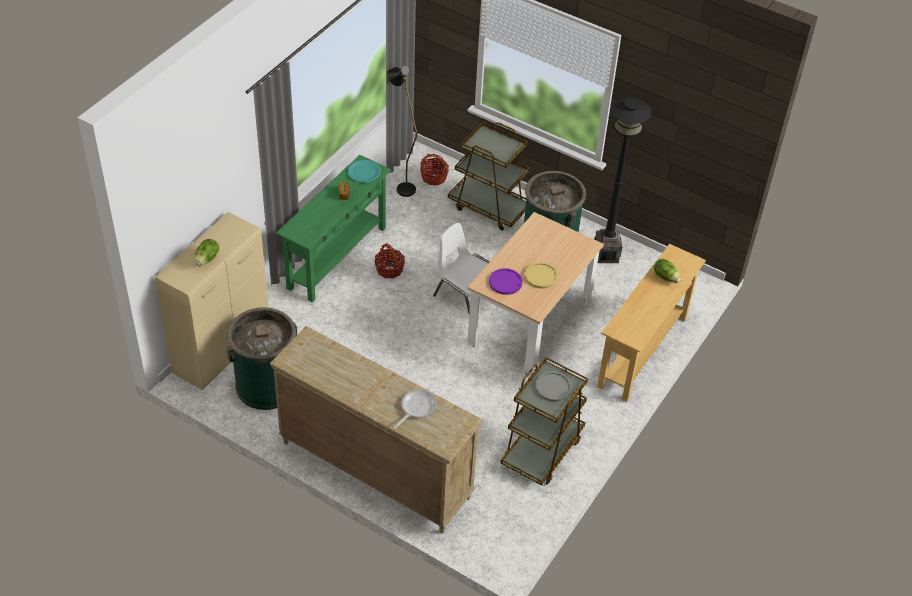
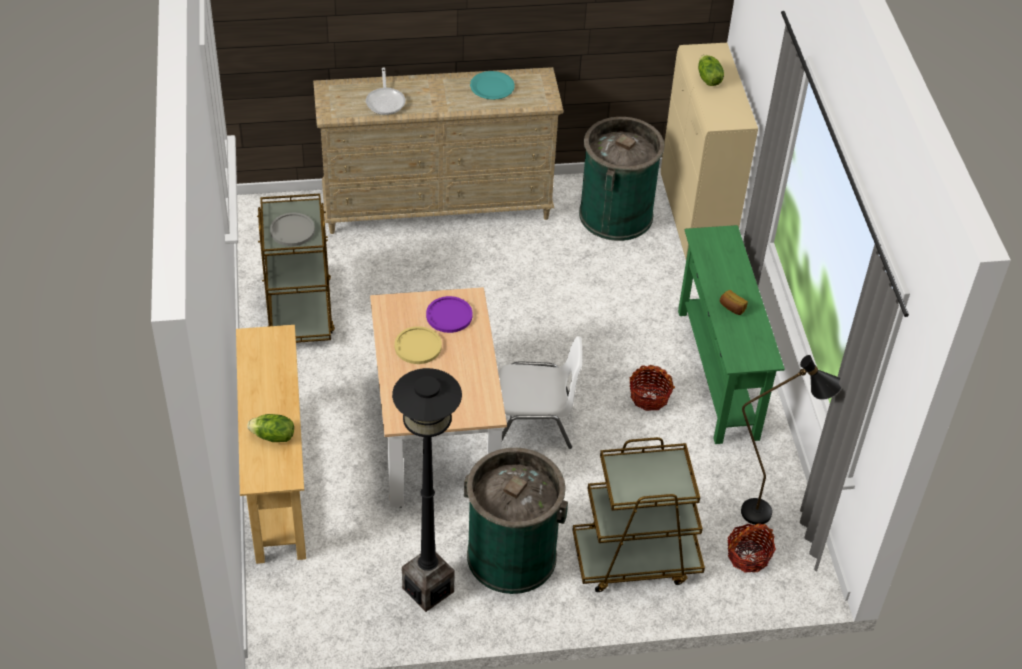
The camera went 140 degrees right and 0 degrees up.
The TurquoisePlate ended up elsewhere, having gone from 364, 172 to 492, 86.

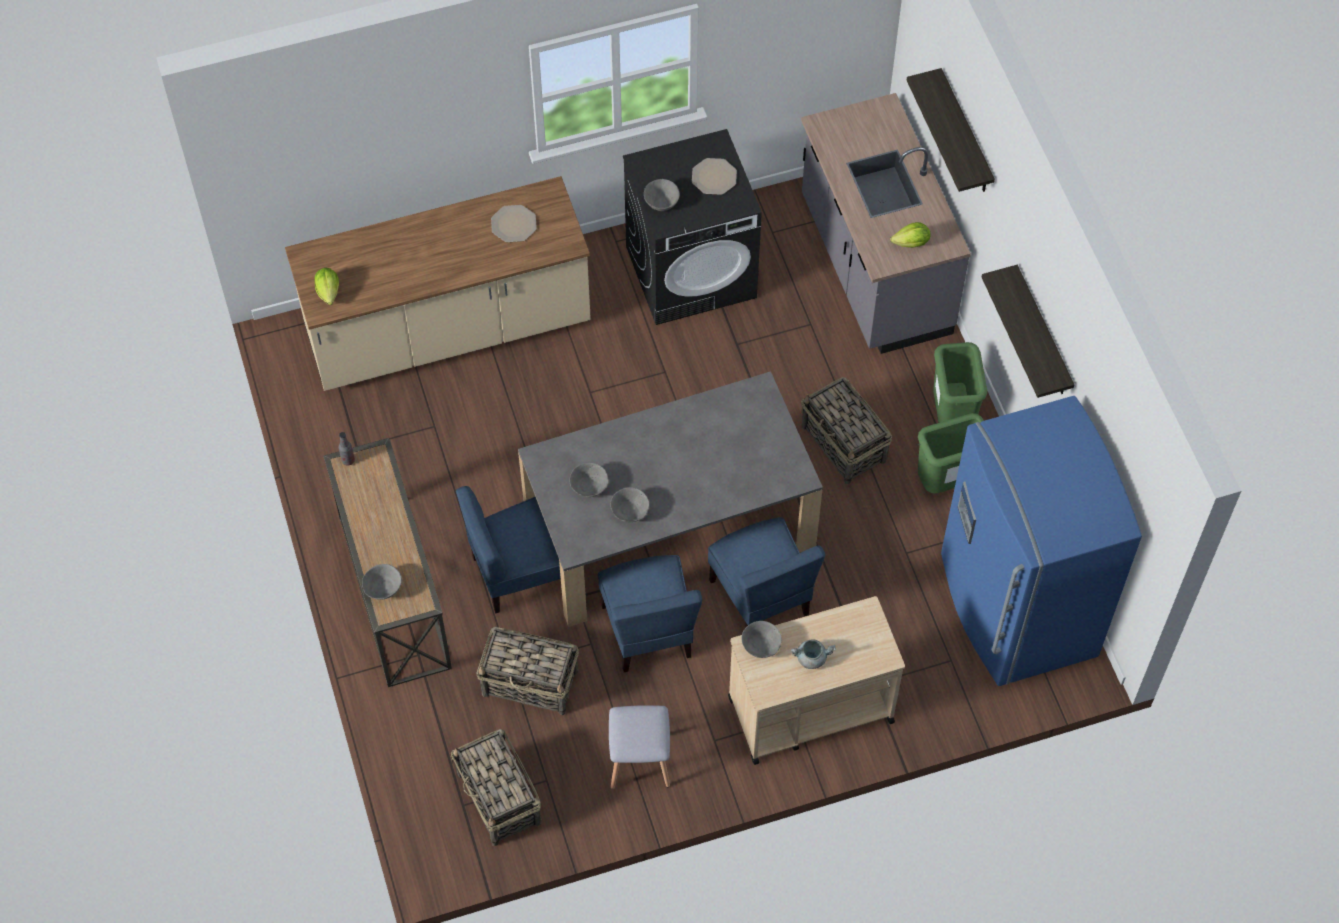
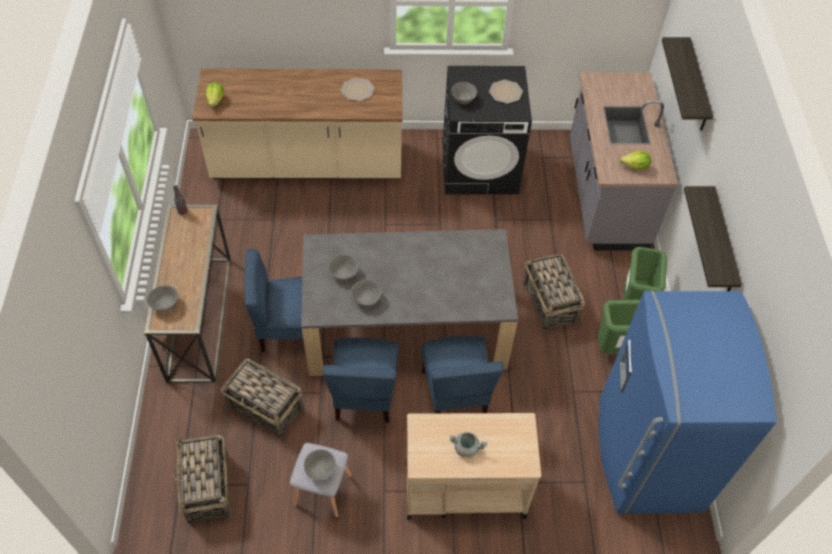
The camera went 15 degrees right and 5 degrees down.
The GreyBowl ended up elsewhere, having gone from 760, 646 to 320, 469.

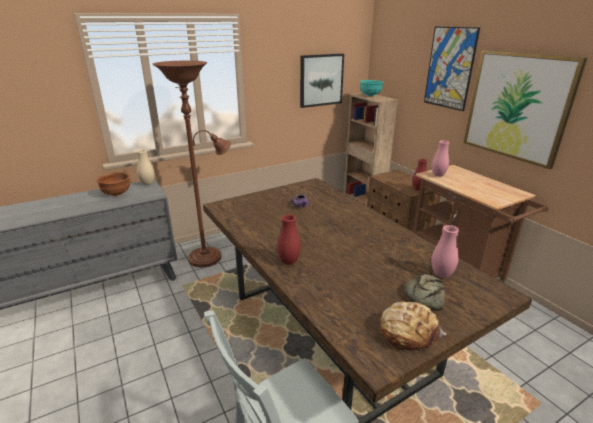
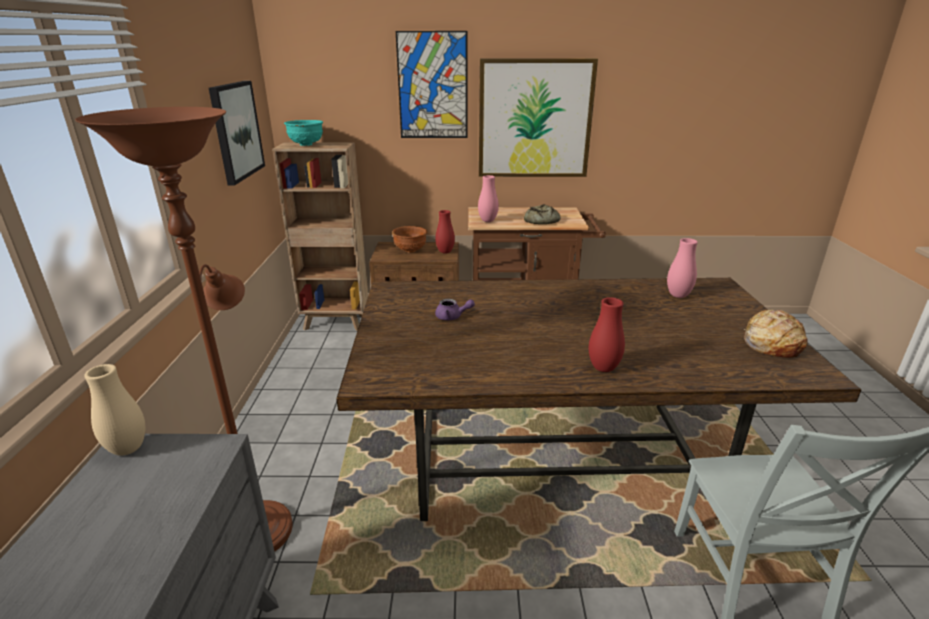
The camera went 60 degrees left and 0 degrees up.
The BrownBowl ended up elsewhere, having gone from 117, 194 to 410, 251.
The Bread ended up elsewhere, having gone from 424, 296 to 540, 221.

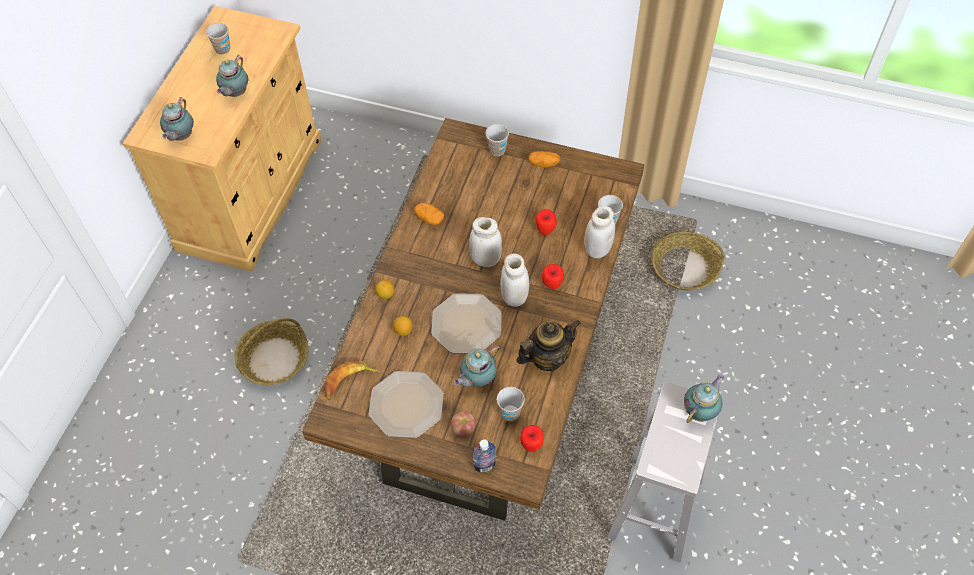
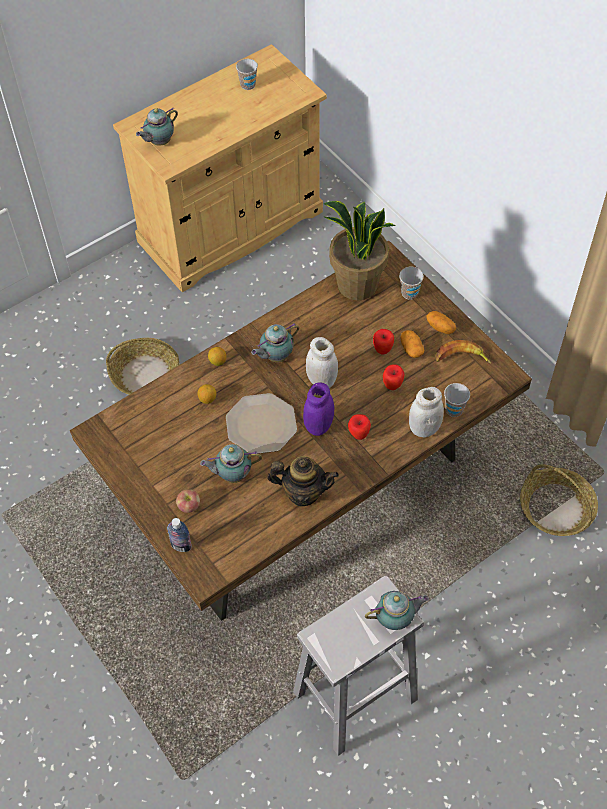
The camera went 35 degrees right and 0 degrees up.
The Teapot ended up elsewhere, having gone from 235, 93 to 275, 356.
What was the WhiteJar at 514, 297 turned into the PurpleJar at 318, 426.
The second view gained the PottedPlant at 357, 285.
The Apple ended up elsewhere, having gone from 531, 445 to 382, 349.
The Potato ended up elsewhere, having gone from 429, 218 to 411, 349.
The Banana ended up elsewhere, having gone from 349, 382 to 461, 358.
The second view lost the Plate at 405, 405.
The second view lost the Cup at 510, 413.

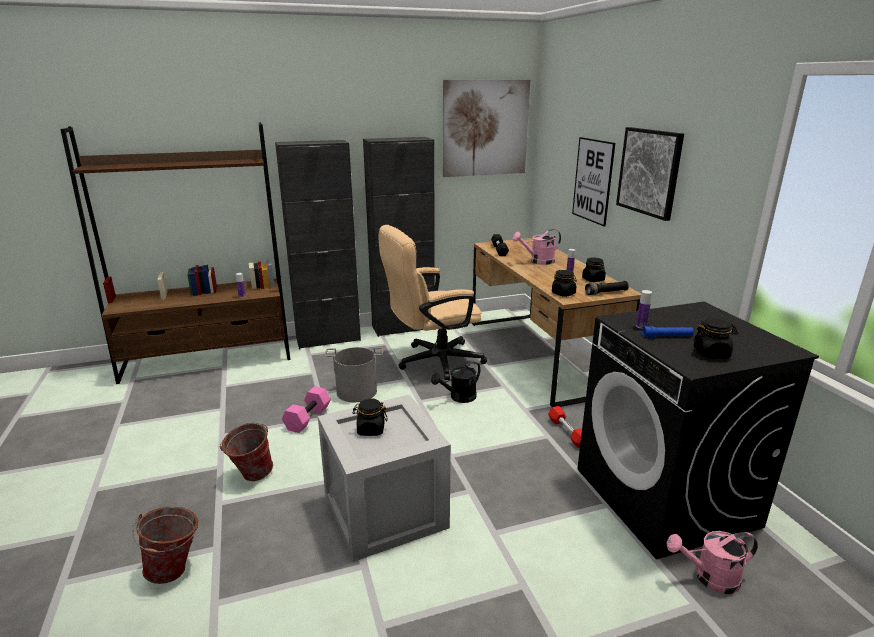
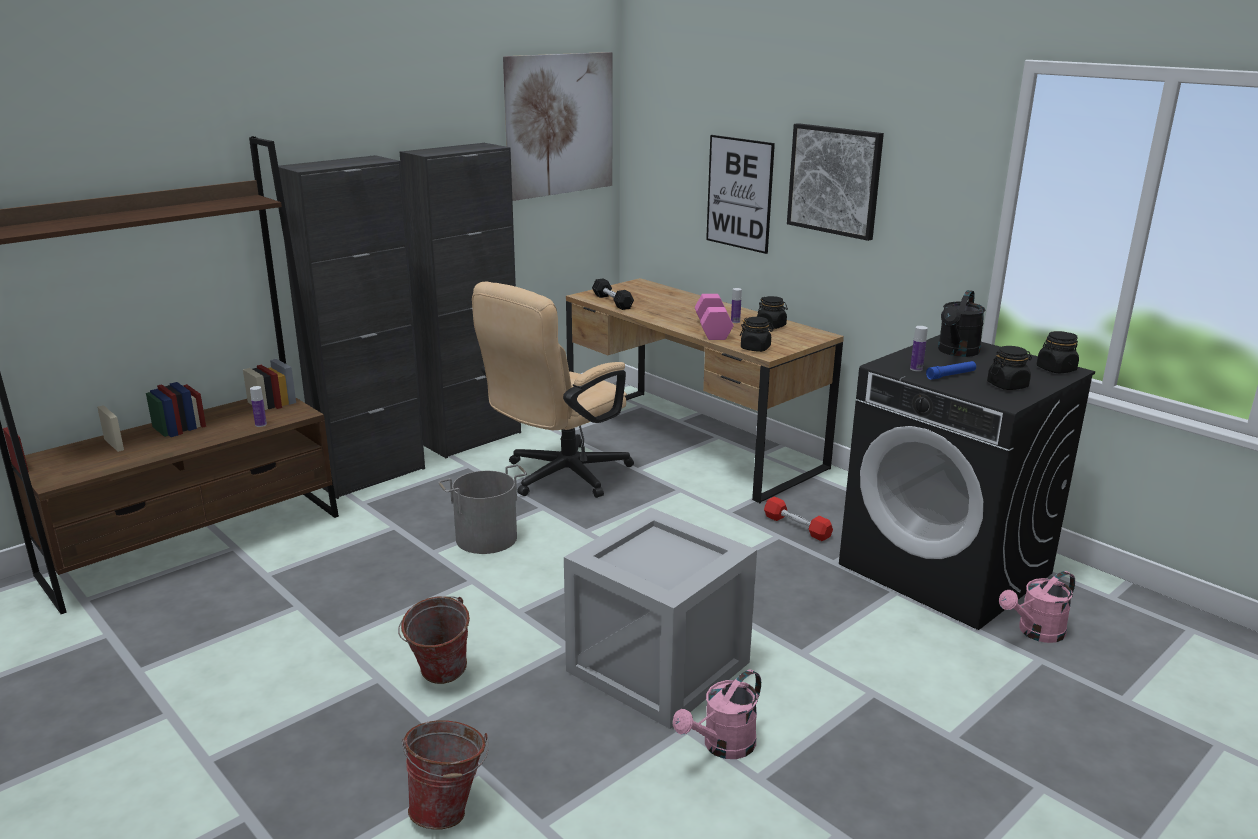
The camera went 25 degrees left and 0 degrees up.
The PinkWateringCan ended up elsewhere, having gone from 538, 261 to 722, 746.
The PinkDumbbell ended up elsewhere, having gone from 307, 418 to 711, 329.
The BlackWateringCan ended up elsewhere, having gone from 459, 398 to 956, 352.
The BlackJar ended up elsewhere, having gone from 370, 430 to 1055, 369.
The second view lost the BlackFlashlight at 606, 293.

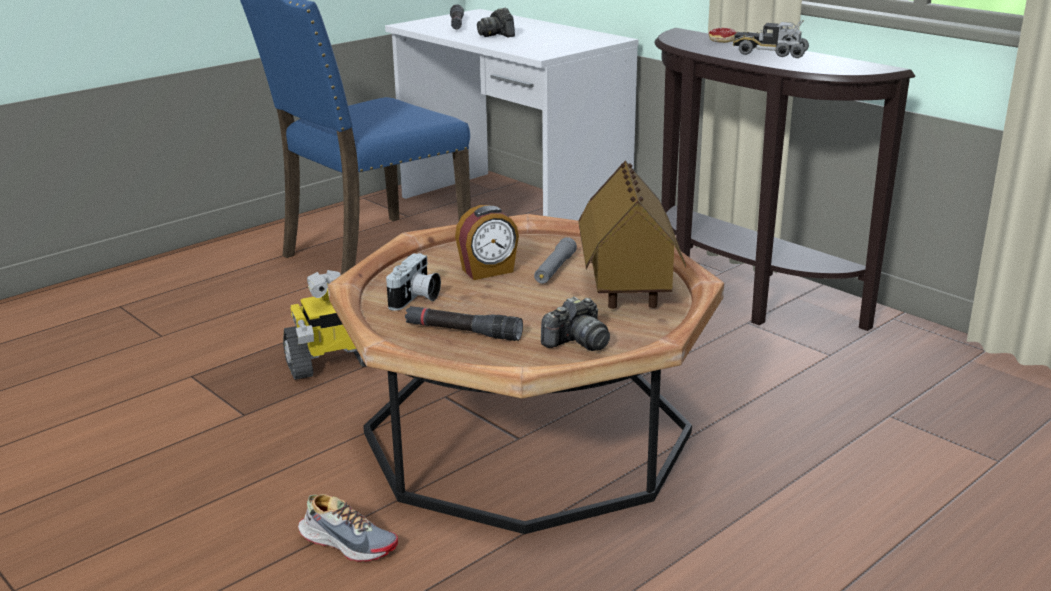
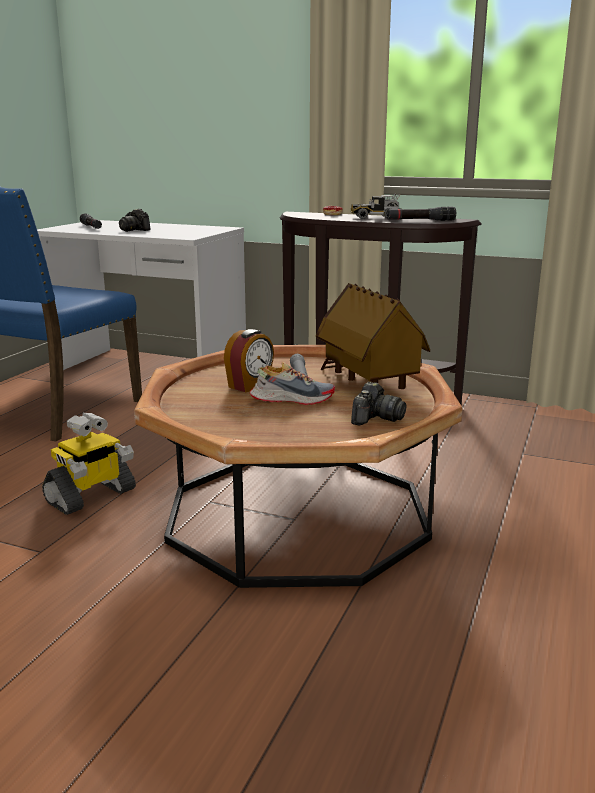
The camera went 25 degrees left and 5 degrees down.
The Shoe ended up elsewhere, having gone from 348, 542 to 292, 399.
The BlackFlashlight ended up elsewhere, having gone from 463, 332 to 420, 220.
The second view lost the PhotoCamera at 416, 299.

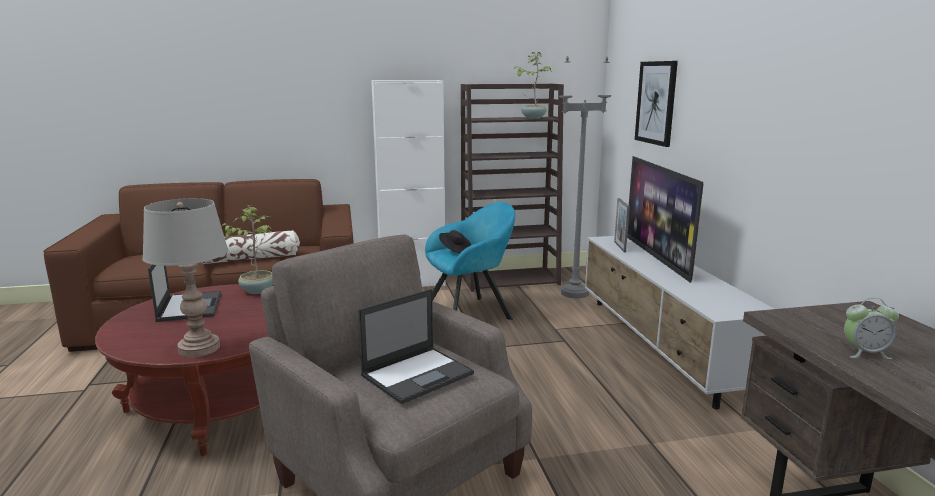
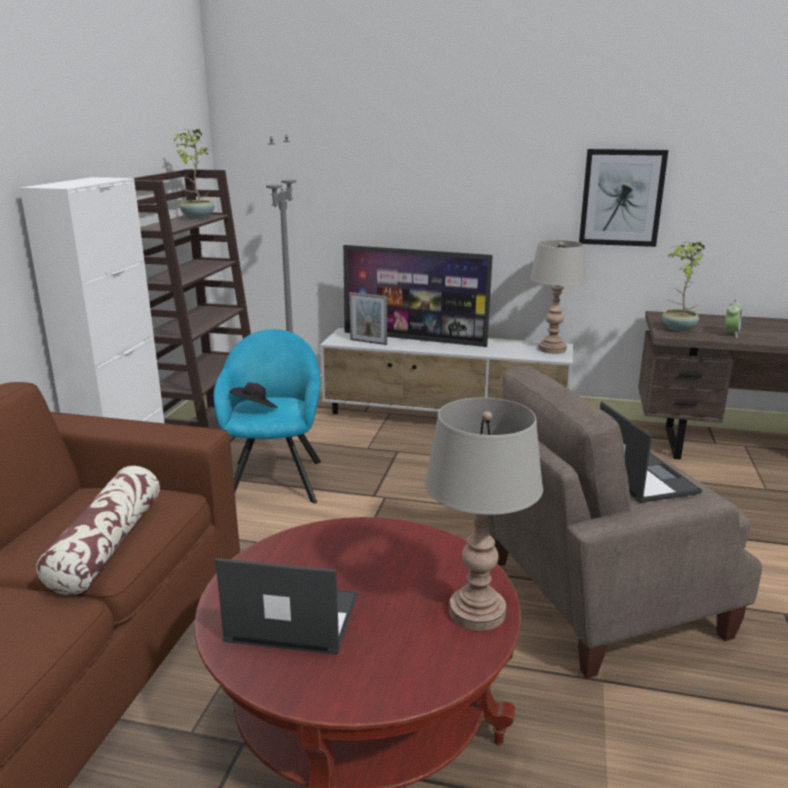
The camera went 65 degrees left and 5 degrees up.
The second view gained the GreyTableLamp at 552, 349.
The Picture ended up elsewhere, having gone from 656, 102 to 621, 198.
The PottedPlant ended up elsewhere, having gone from 258, 290 to 677, 328.

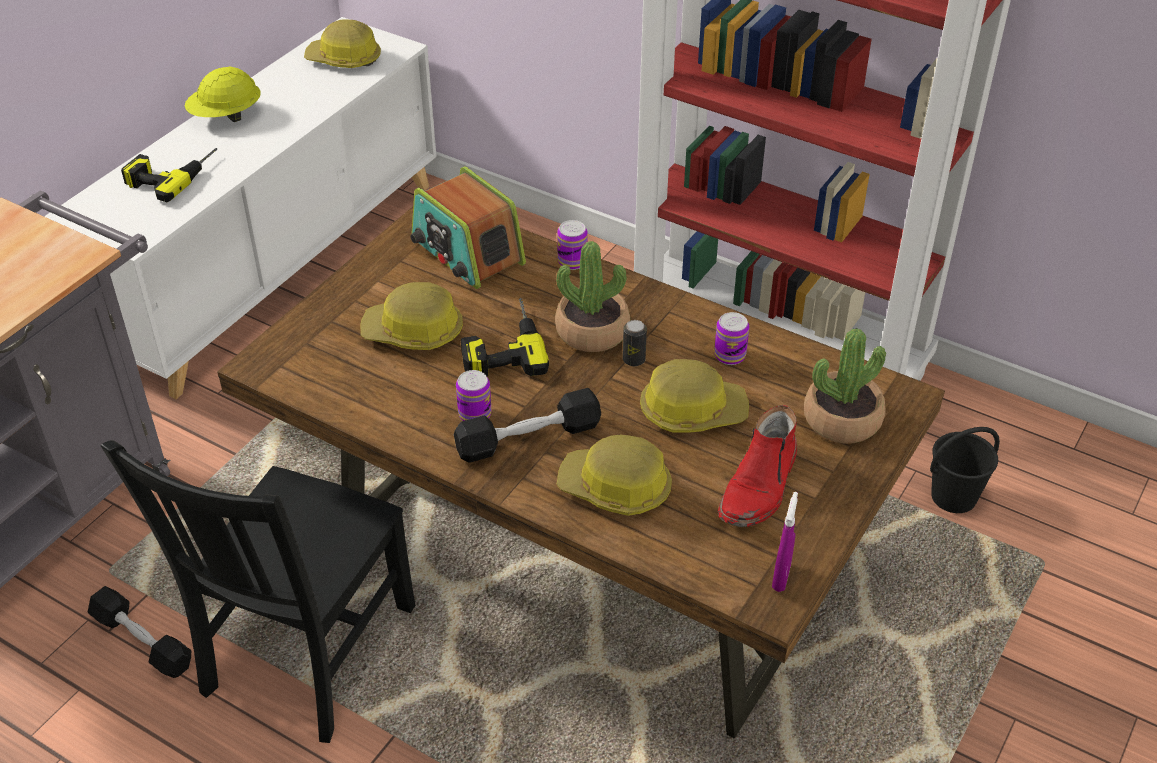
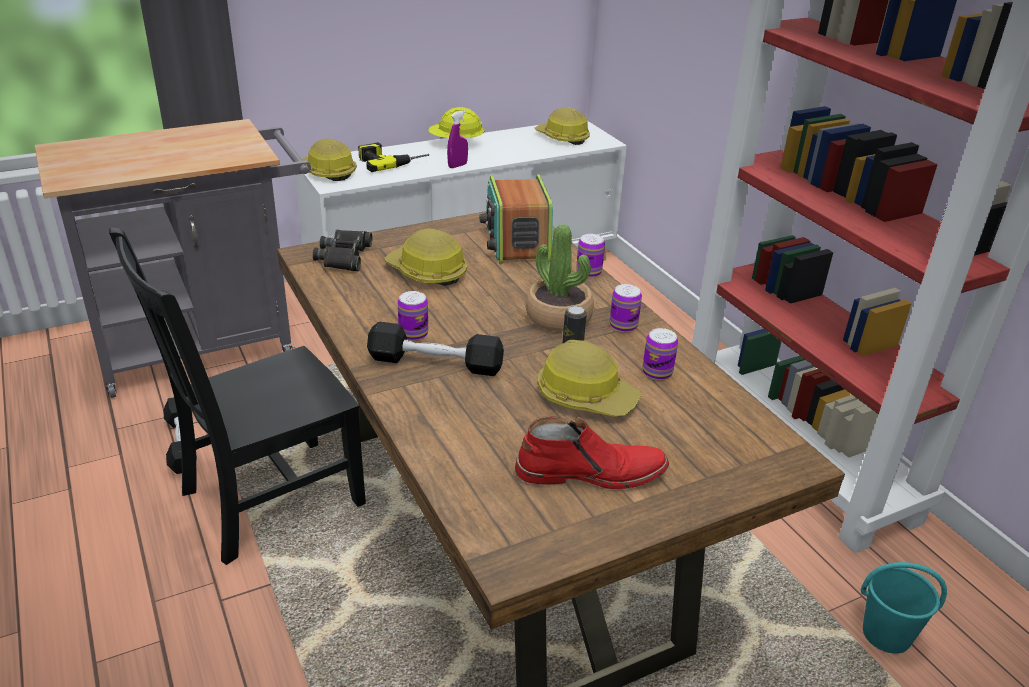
The camera went 30 degrees right and 10 degrees down.
The HardHat ended up elsewhere, having gone from 615, 488 to 328, 172.
The second view gained the BlackBinoculars at 344, 256.
The PurpleSprayBottle ended up elsewhere, having gone from 781, 577 to 457, 166.
The RedBoot at 760, 486 ended up facing another way, 150 degrees counterclockwise from before.
The second view gained the Can at 623, 325.
What was the BlackBucket at 953, 497 turned into the TurquoiseBucket at 885, 634.
The second view lost the PowerDrill at 501, 345.
The second view lost the PottedPlant at 842, 419.

